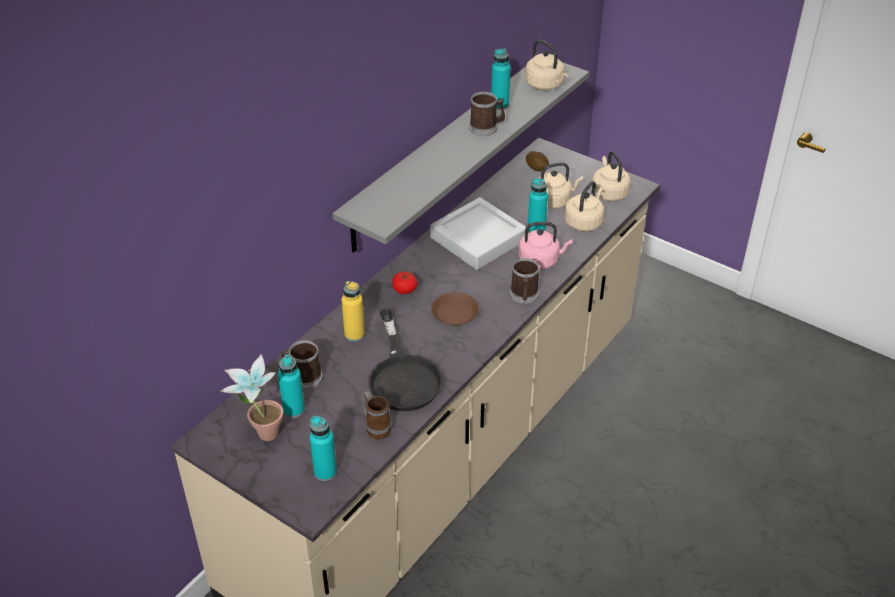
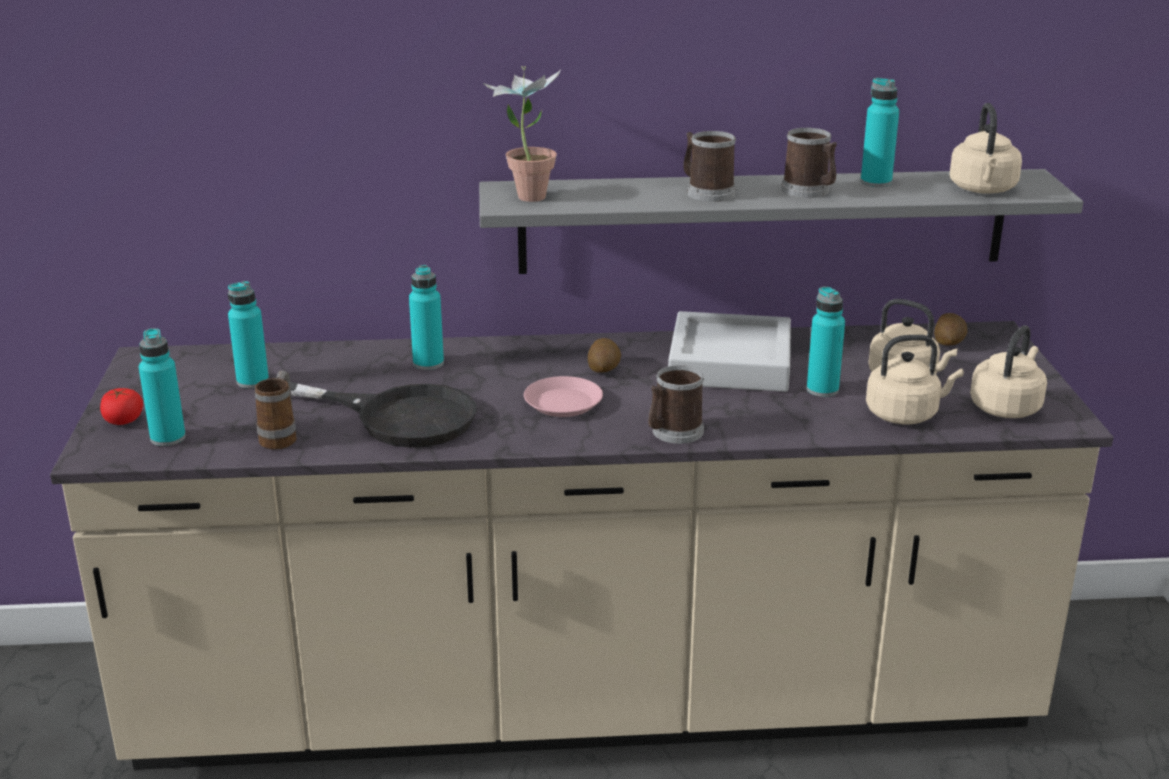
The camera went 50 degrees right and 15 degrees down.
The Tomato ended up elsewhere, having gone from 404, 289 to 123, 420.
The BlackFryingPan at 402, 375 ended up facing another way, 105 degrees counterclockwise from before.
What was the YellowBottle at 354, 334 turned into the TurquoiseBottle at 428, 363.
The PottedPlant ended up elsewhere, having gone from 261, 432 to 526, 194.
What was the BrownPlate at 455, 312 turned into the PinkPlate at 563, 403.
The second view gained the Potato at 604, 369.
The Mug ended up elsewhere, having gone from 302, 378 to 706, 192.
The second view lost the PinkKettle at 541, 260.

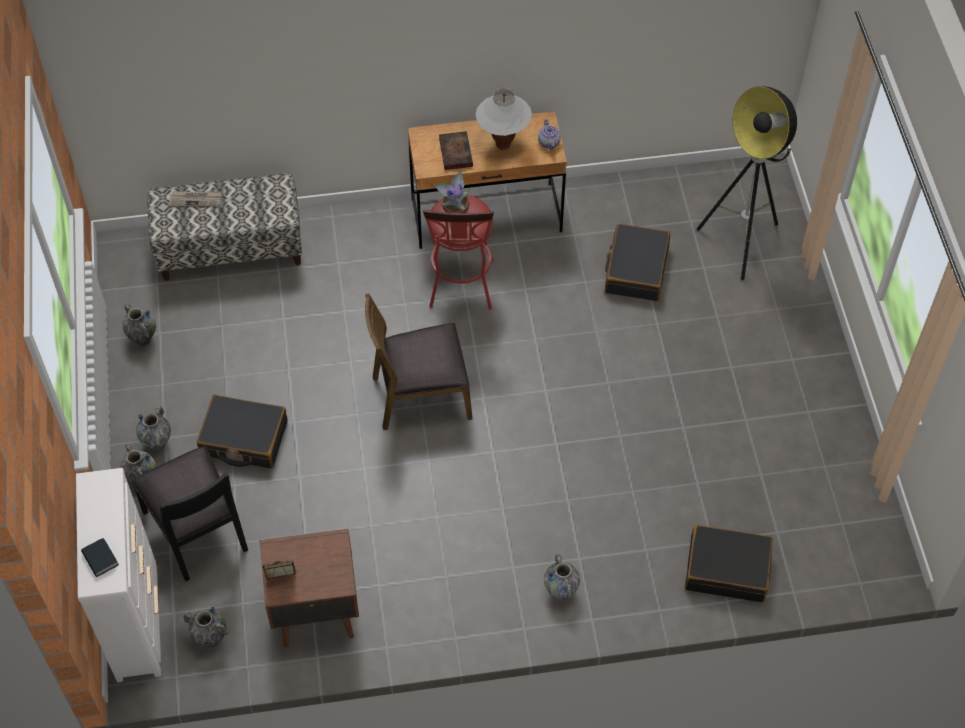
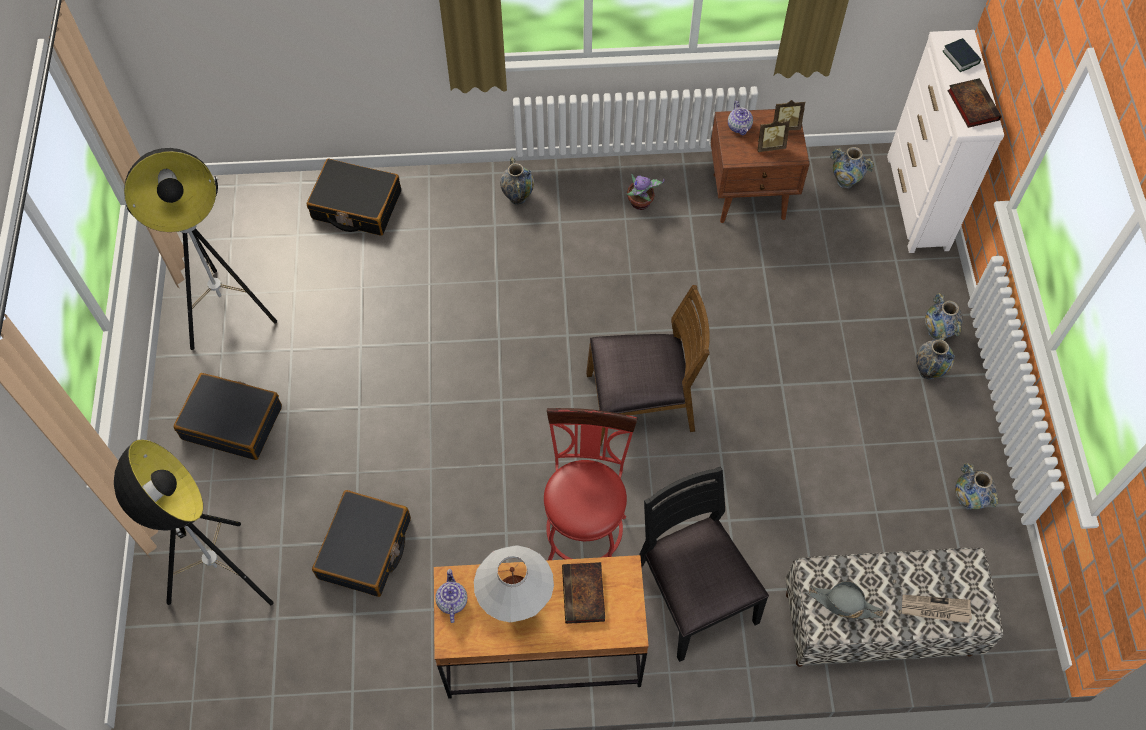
The camera went 175 degrees left and 5 degrees up.
The second view gained the FloorLamp at 227, 311.
The BlackSuitcase ended up elsewhere, having gone from 244, 439 to 232, 422.
The PottedPlant ended up elsewhere, having gone from 455, 211 to 640, 203.
The BlackChair ended up elsewhere, having gone from 197, 530 to 693, 594.
The second view gained the Teapot at 739, 127.
The second view gained the PictureFrame at 770, 146.
The second view gained the GreyHat at 844, 604.
The second view gained the Book at 971, 104.

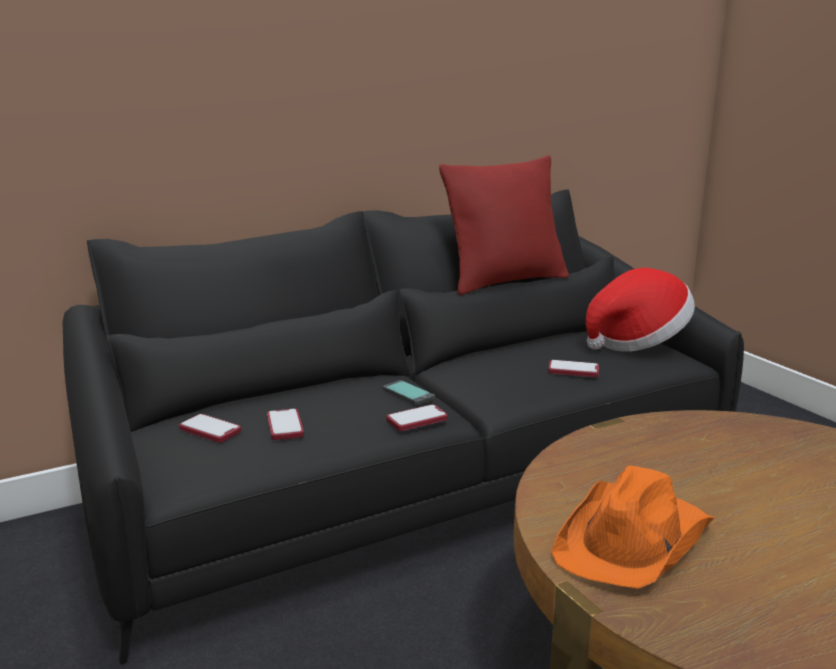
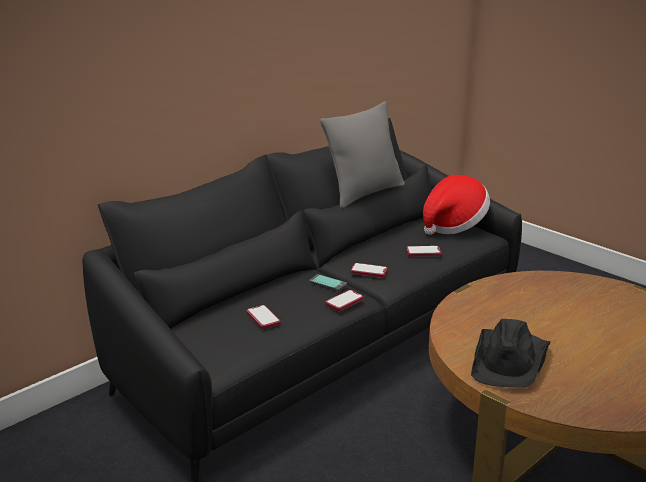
The camera went 15 degrees left and 5 degrees up.
What was the RedPillow at 505, 282 turned into the GreyPillow at 364, 193.
The Phone ended up elsewhere, having gone from 210, 430 to 369, 271.
What was the OrangeHat at 634, 540 turned into the BlackHat at 510, 360.

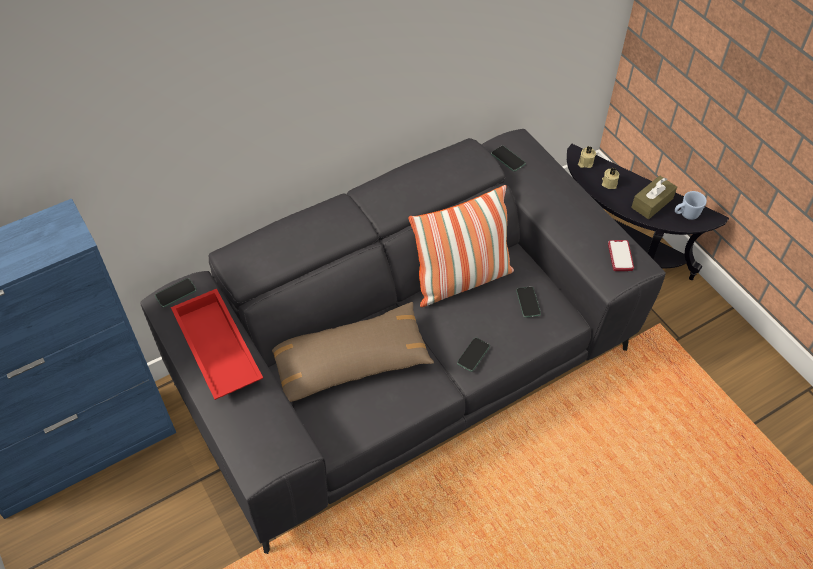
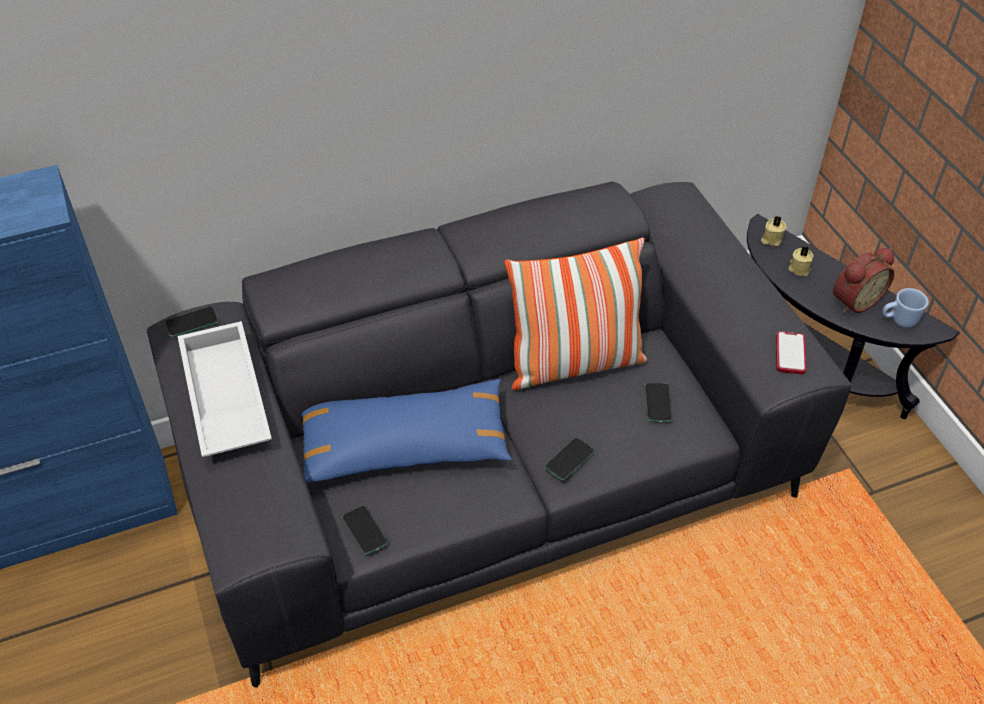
The camera went 10 degrees right and 5 degrees down.
What was the RedTray at 216, 350 turned into the WhiteTray at 223, 398.
What was the BrownPillow at 351, 361 turned into the BluePillow at 404, 444.
The Phone ended up elsewhere, having gone from 508, 159 to 365, 530.
Where the BrownTissueBox stood at 652, 203, the AlarmClock came to stand at 854, 300.

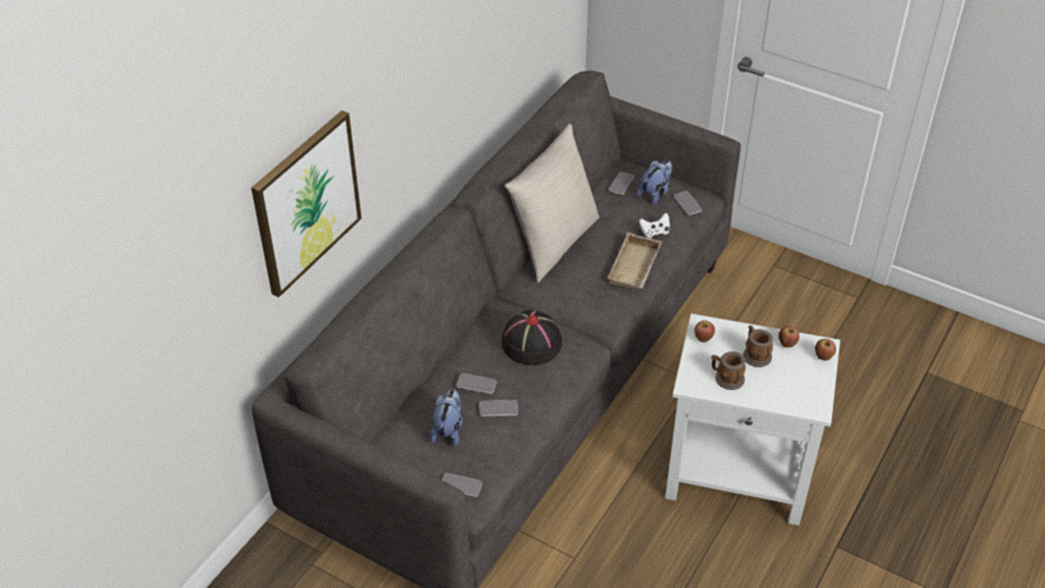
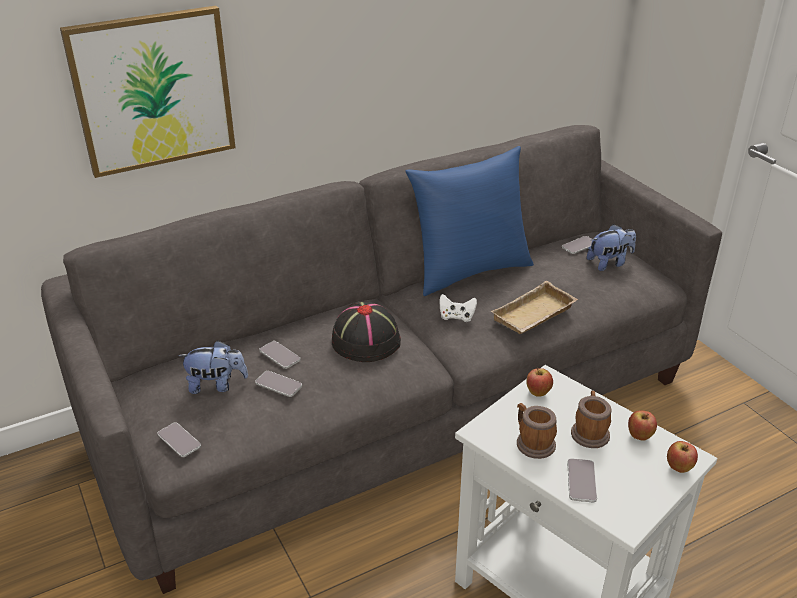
The camera went 30 degrees right and 10 degrees down.
The PlushToy at 448, 430 ended up facing another way, 45 degrees clockwise from before.
What was the BeigePillow at 553, 243 turned into the BluePillow at 469, 270.
The WhiteGameController ended up elsewhere, having gone from 654, 232 to 456, 317.
The Phone ended up elsewhere, having gone from 687, 204 to 581, 481.

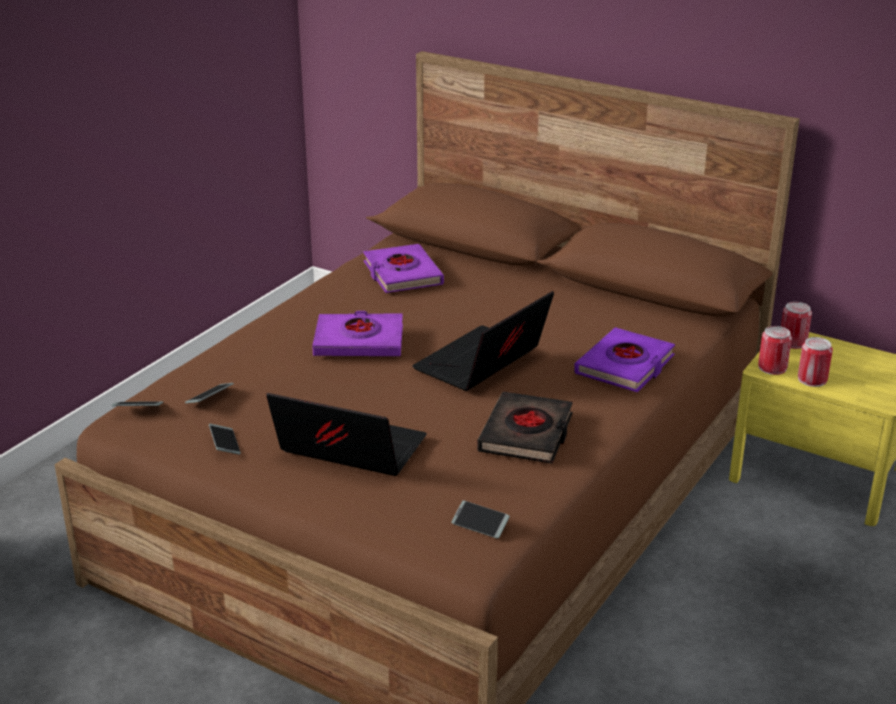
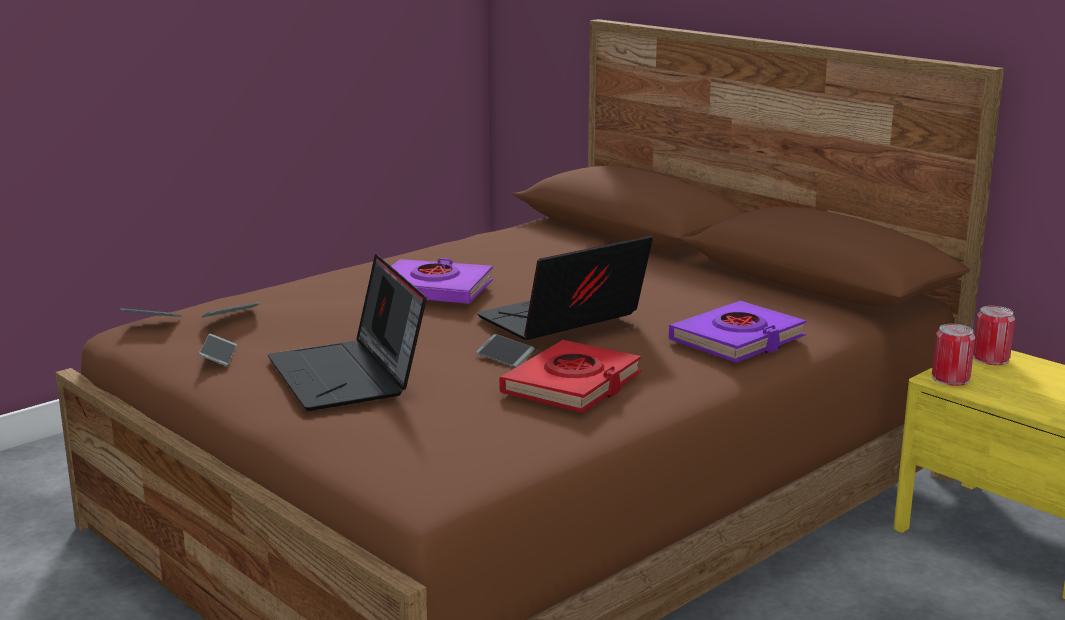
The camera went 15 degrees right and 10 degrees down.
The Laptop at 347, 451 ended up facing another way, 150 degrees counterclockwise from before.
The Phone ended up elsewhere, having gone from 480, 524 to 505, 357.
What was the BlackBook at 526, 434 turned into the RedBook at 572, 385.
The second view lost the PurpleBook at 402, 274.
The second view lost the Can at 812, 379.

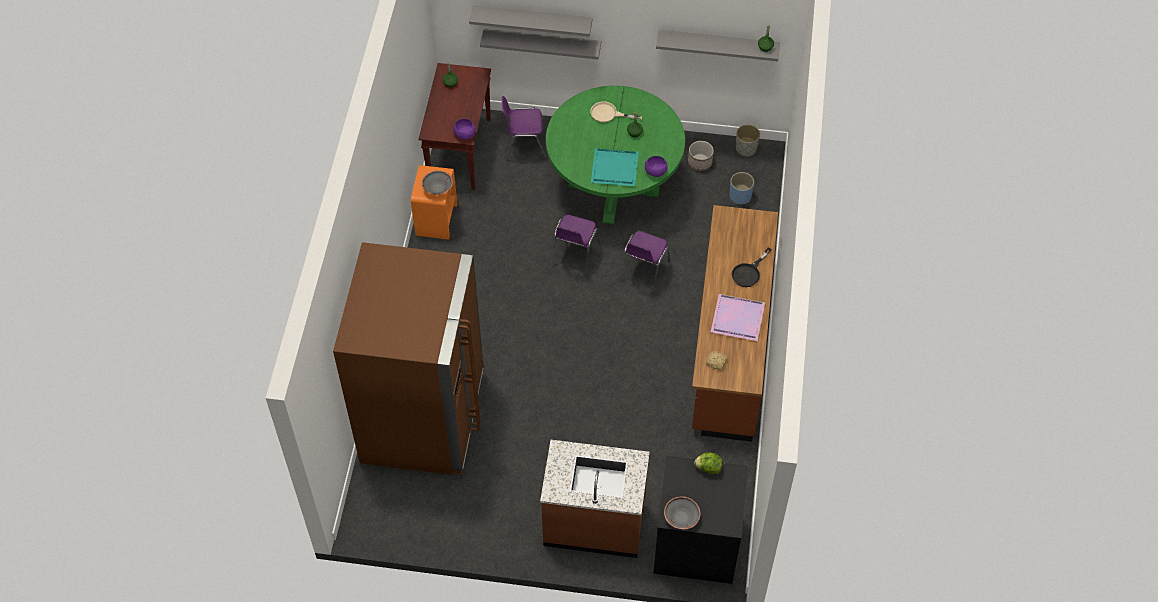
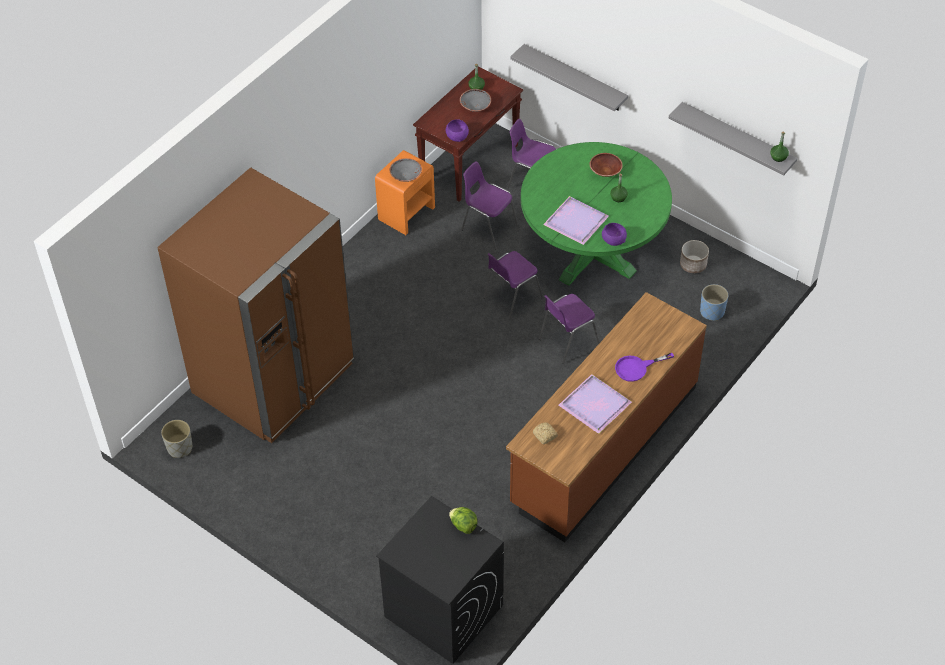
The camera went 30 degrees right and 5 degrees down.
The GreyPlanter ended up elsewhere, having gone from 746, 149 to 180, 448.
The GreyBowl ended up elsewhere, having gone from 681, 517 to 475, 106.
The second view gained the PurpleChair at 488, 227.
What was the TurquoiseTray at 613, 167 turned into the PurpleTray at 575, 220.
Where the BeigeFryingPan stood at 608, 114, the BrownBowl came to stand at 605, 171.
What was the BlackFryingPan at 749, 272 turned into the PurpleFryingPan at 636, 368.
The second view lost the GreyShelf at 532, 19.
The second view lost the BrownCounter at 594, 522.

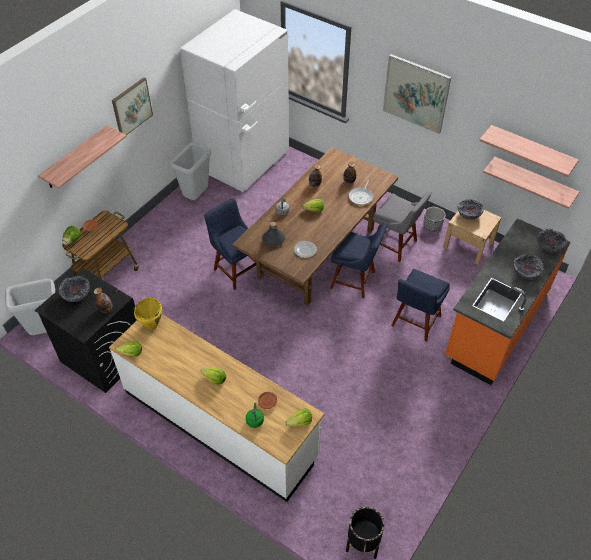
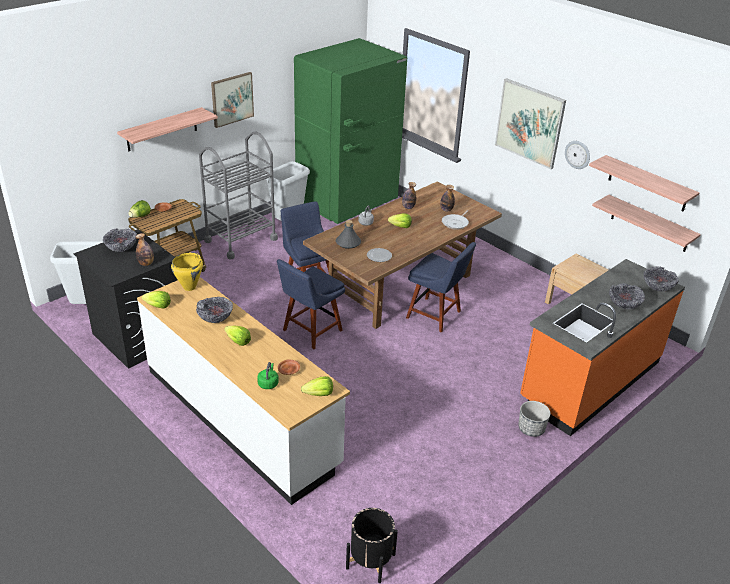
The camera went 10 degrees right and 15 degrees down.
The Bowl ended up elsewhere, having gone from 468, 215 to 215, 319.
The second view gained the GreyCart at 241, 240.
The BlueChair ended up elsewhere, having gone from 415, 322 to 310, 331.
What was the WhiteFridge at 244, 162 turned into the GreenFridge at 347, 202.
The Planter ended up elsewhere, having gone from 432, 226 to 531, 429.
The second view gained the WallClock at 577, 154.
The second view lost the GreyChair at 396, 245.

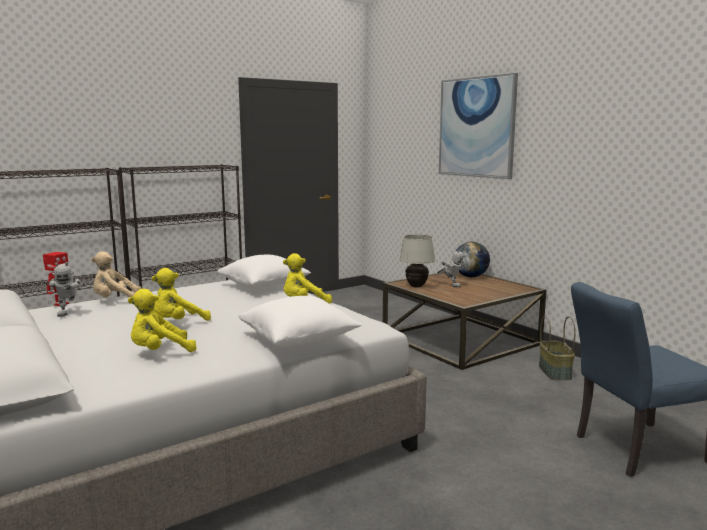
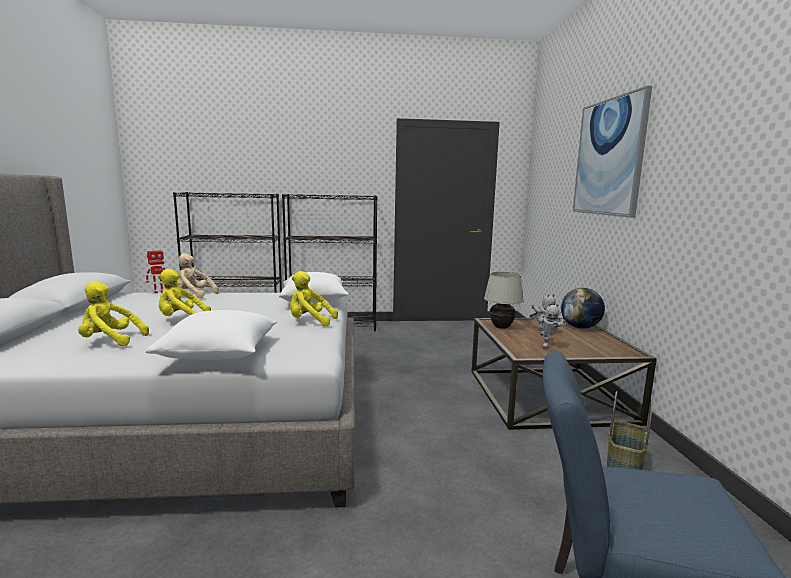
The camera went 30 degrees right and 0 degrees up.
The ToyRobot ended up elsewhere, having gone from 68, 313 to 548, 345.

